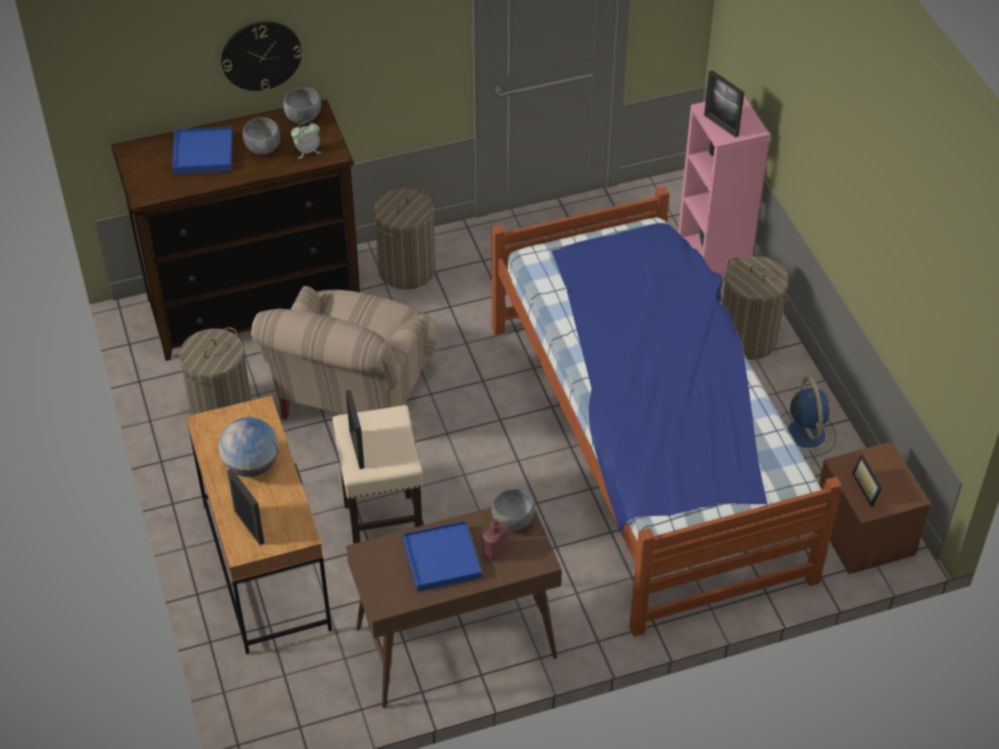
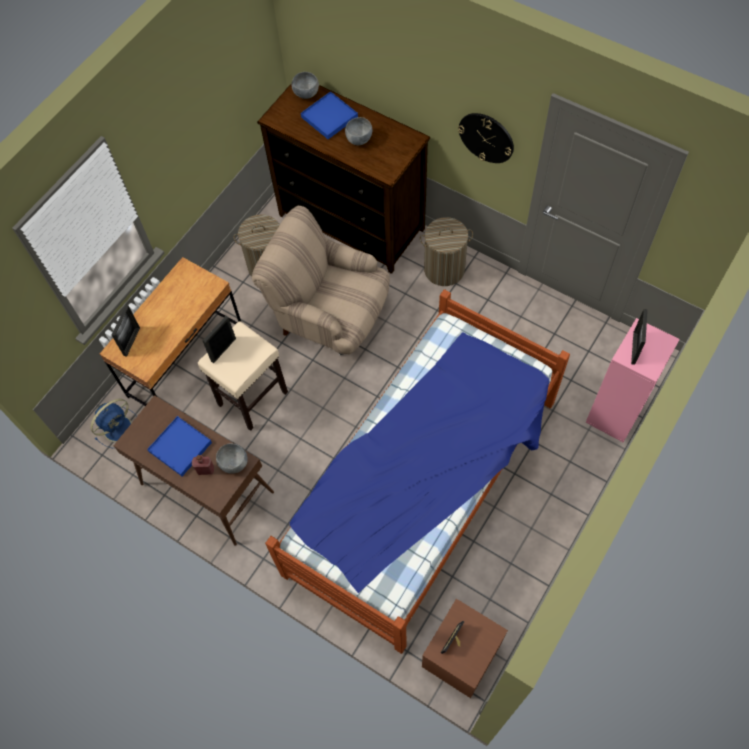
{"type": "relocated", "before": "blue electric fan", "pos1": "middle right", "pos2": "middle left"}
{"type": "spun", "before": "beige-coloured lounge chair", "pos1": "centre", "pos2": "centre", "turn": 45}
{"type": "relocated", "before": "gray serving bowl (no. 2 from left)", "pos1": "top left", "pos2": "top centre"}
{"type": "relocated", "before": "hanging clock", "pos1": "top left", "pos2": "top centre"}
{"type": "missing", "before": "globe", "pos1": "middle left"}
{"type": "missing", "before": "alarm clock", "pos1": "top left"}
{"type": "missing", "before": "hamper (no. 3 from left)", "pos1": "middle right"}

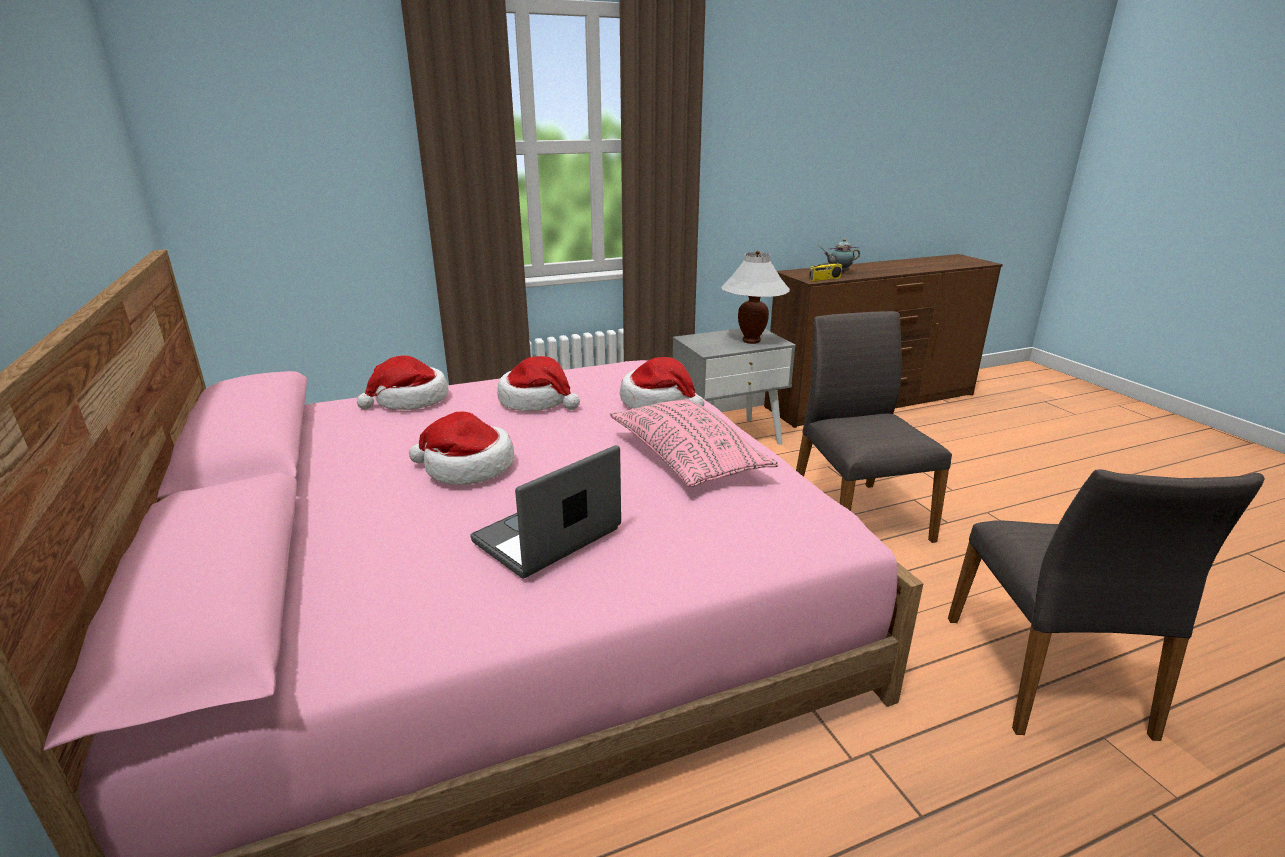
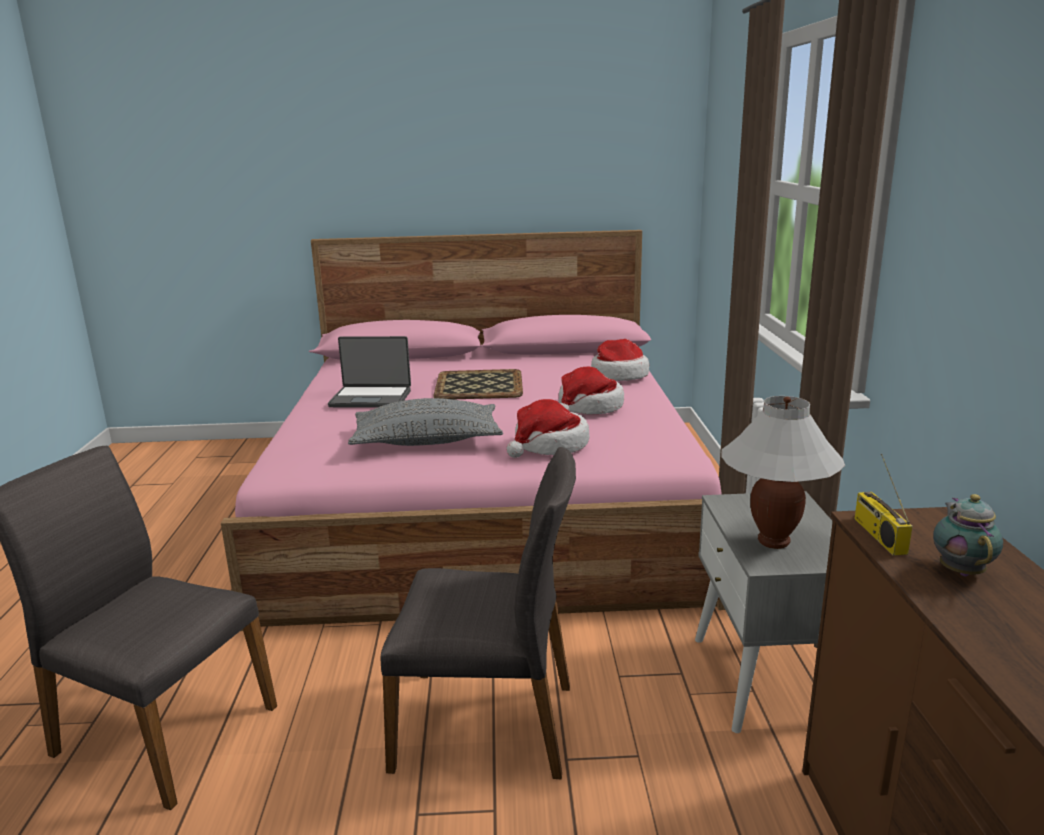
{"type": "spun", "before": "notebook computer", "pos1": "centre", "pos2": "centre", "turn": 120}
{"type": "colour", "before": "pinkish pillow", "after": "gray pillow", "pos1": "centre", "pos2": "centre"}
{"type": "exchanged", "before": "wearable hat (no. 2 from left)", "after": "tray", "pos1": "centre", "pos2": "centre"}

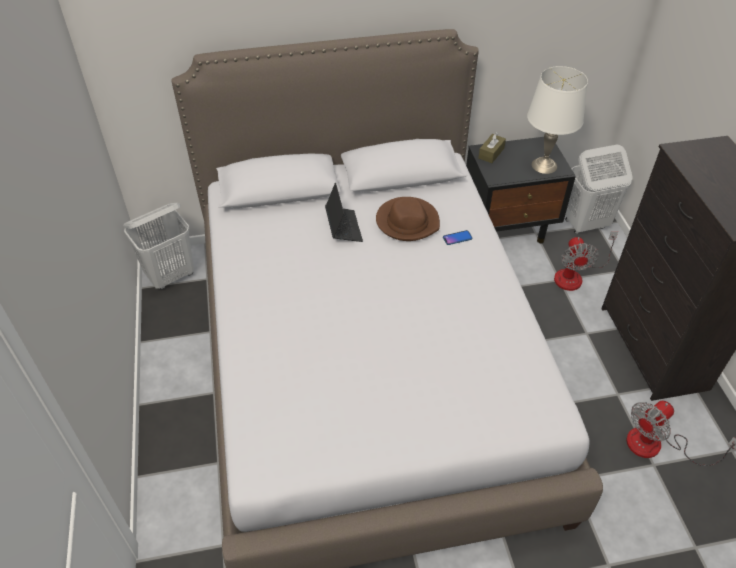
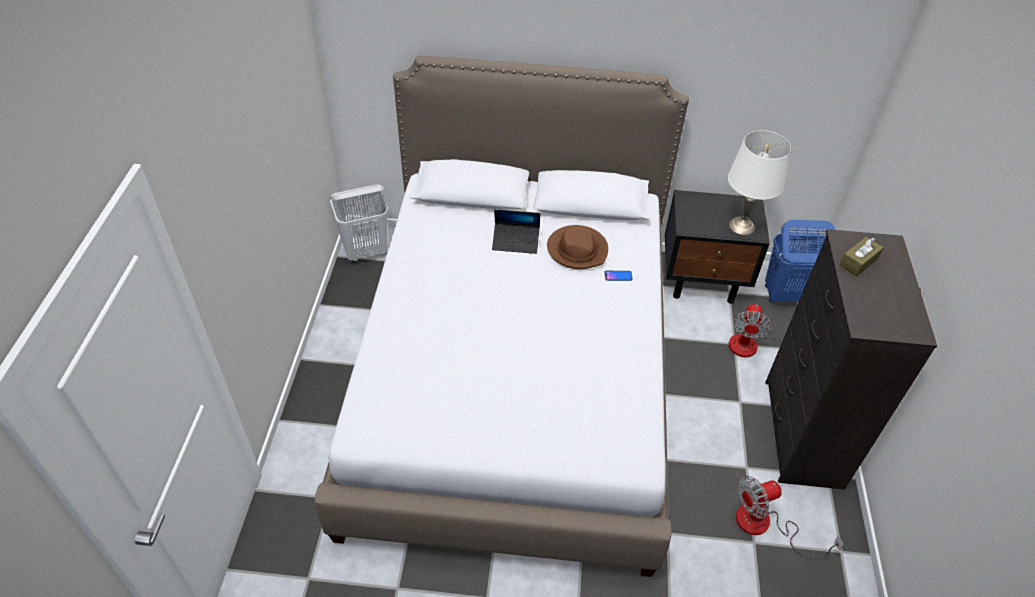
{"type": "spun", "before": "notebook computer", "pos1": "centre", "pos2": "centre", "turn": 90}
{"type": "colour", "before": "white hamper (no. 2 from left)", "after": "blue hamper", "pos1": "top right", "pos2": "middle right"}
{"type": "relocated", "before": "brownish box of tissues", "pos1": "top right", "pos2": "middle right"}

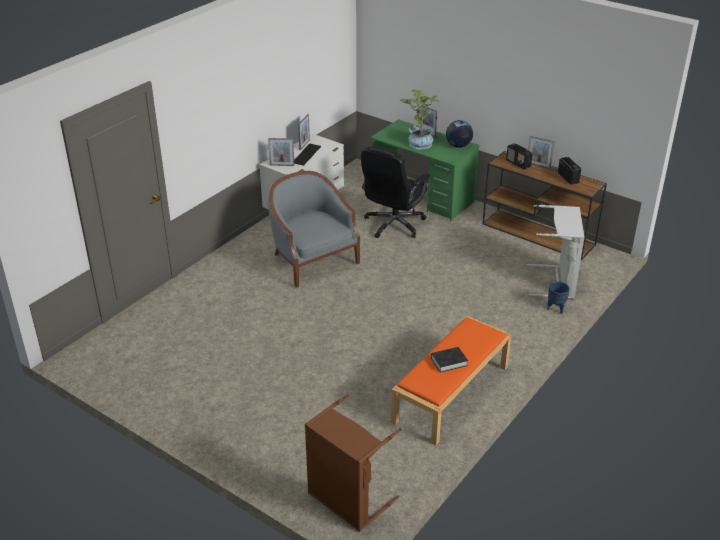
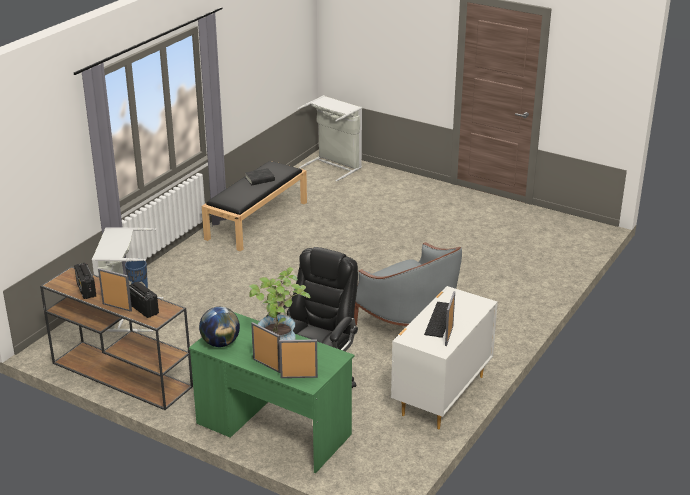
{"type": "colour", "before": "orangey indoor bench", "after": "blackish indoor bench", "pos1": "bottom centre", "pos2": "centre"}
{"type": "relocated", "before": "standing frame (no. 1 from left in the first image)", "after": "standing frame (no. 3 from left)", "pos1": "top centre", "pos2": "bottom centre"}
{"type": "colour", "before": "brownish hamper", "after": "gray hamper (no. 2 from left)", "pos1": "bottom centre", "pos2": "top centre"}

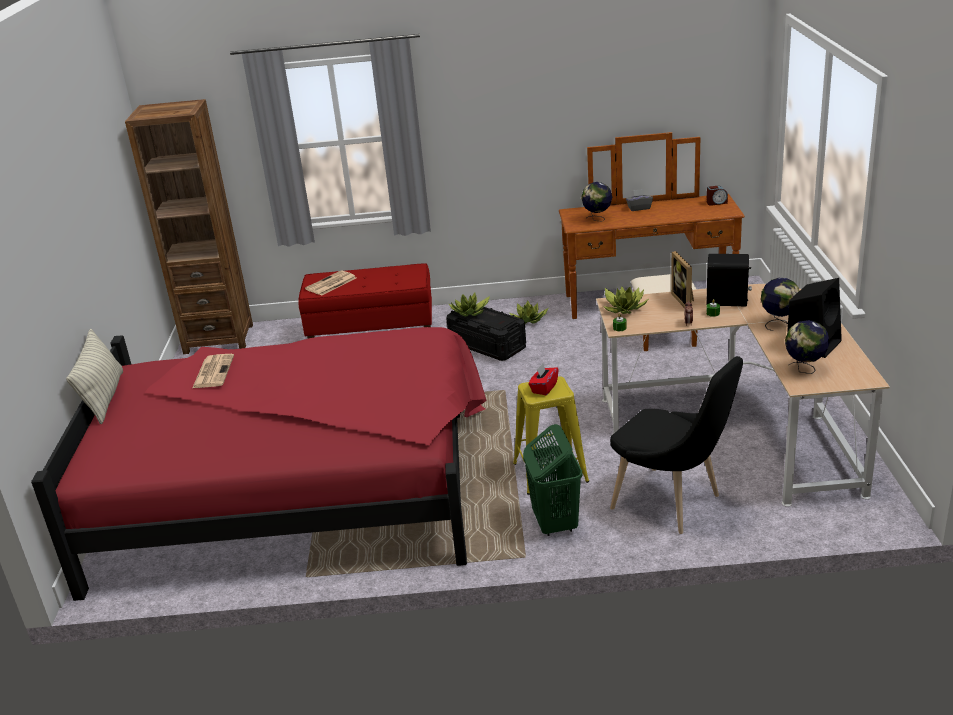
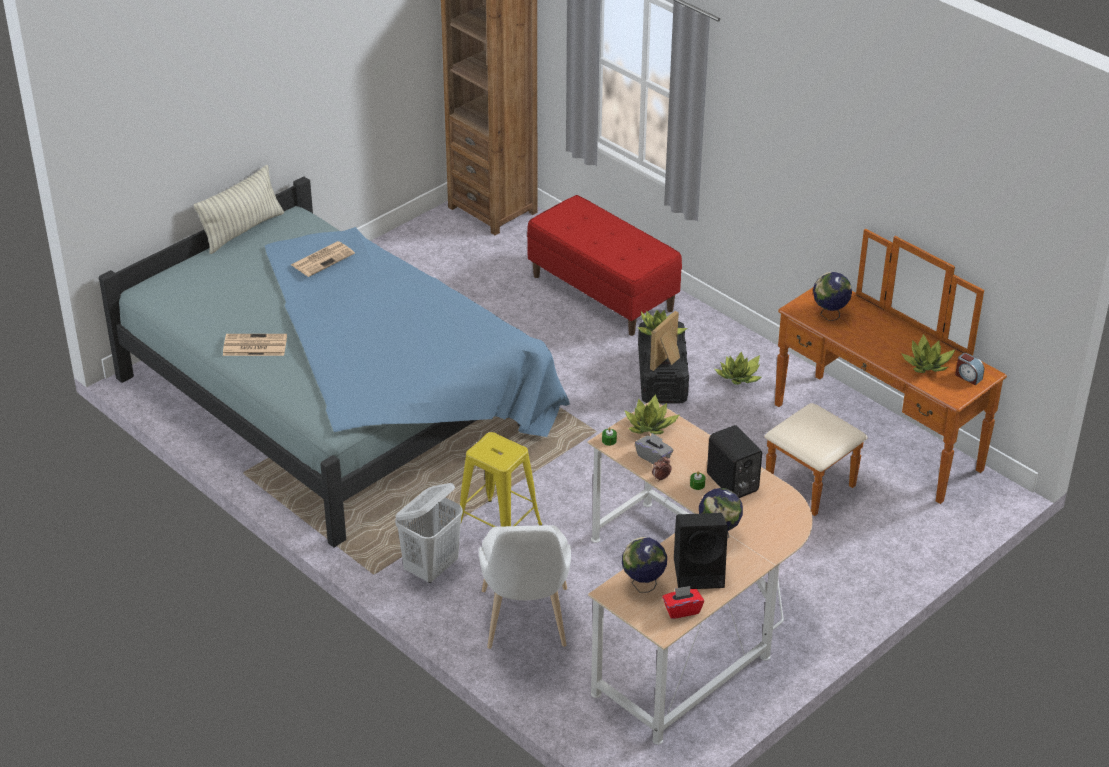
{"type": "colour", "before": "reddish bedroom bed", "after": "blue bedroom bed", "pos1": "middle left", "pos2": "middle left"}
{"type": "relocated", "before": "newspaper (no. 2 from left in the first image)", "after": "newspaper (no. 1 from left)", "pos1": "centre", "pos2": "middle left"}
{"type": "colour", "before": "green-coloured hamper", "after": "white hamper", "pos1": "bottom centre", "pos2": "bottom centre"}
{"type": "colour", "before": "blackish plain chair", "after": "white plain chair", "pos1": "middle right", "pos2": "bottom centre"}
{"type": "relocated", "before": "gray box of tissues", "pos1": "top right", "pos2": "centre"}
{"type": "relocated", "before": "standing frame", "pos1": "middle right", "pos2": "centre"}
{"type": "relocated", "before": "reddish box of tissues", "pos1": "centre", "pos2": "bottom centre"}
{"type": "appeared", "after": "potted plant (no. 4 from left)", "pos2": "middle right"}

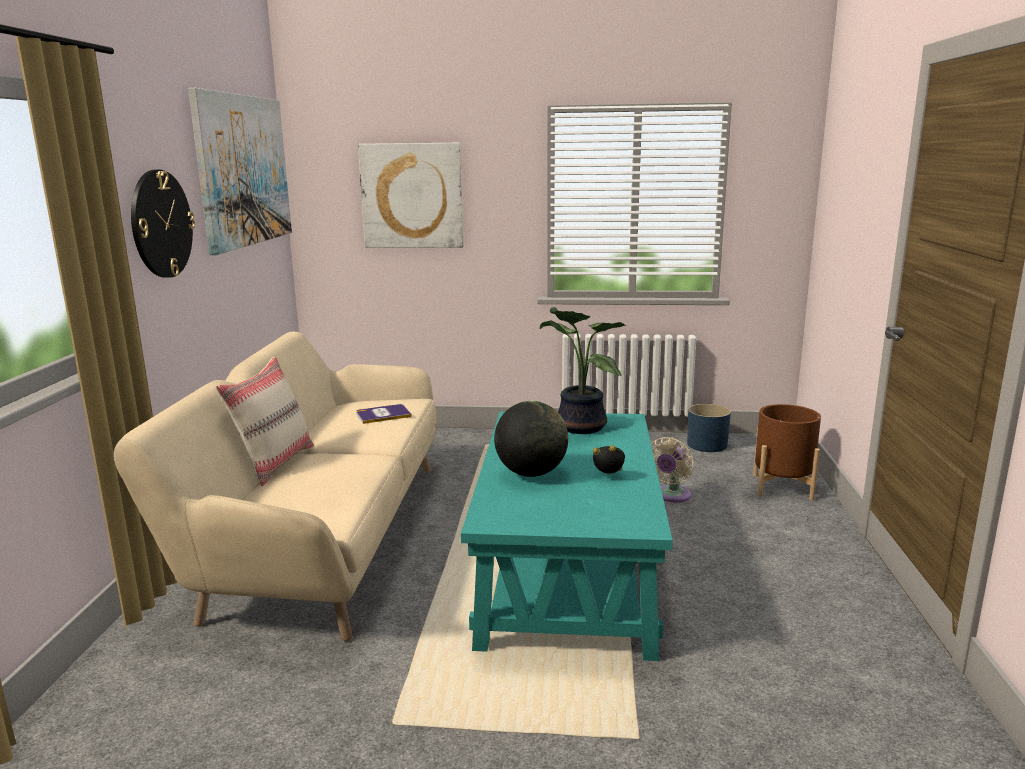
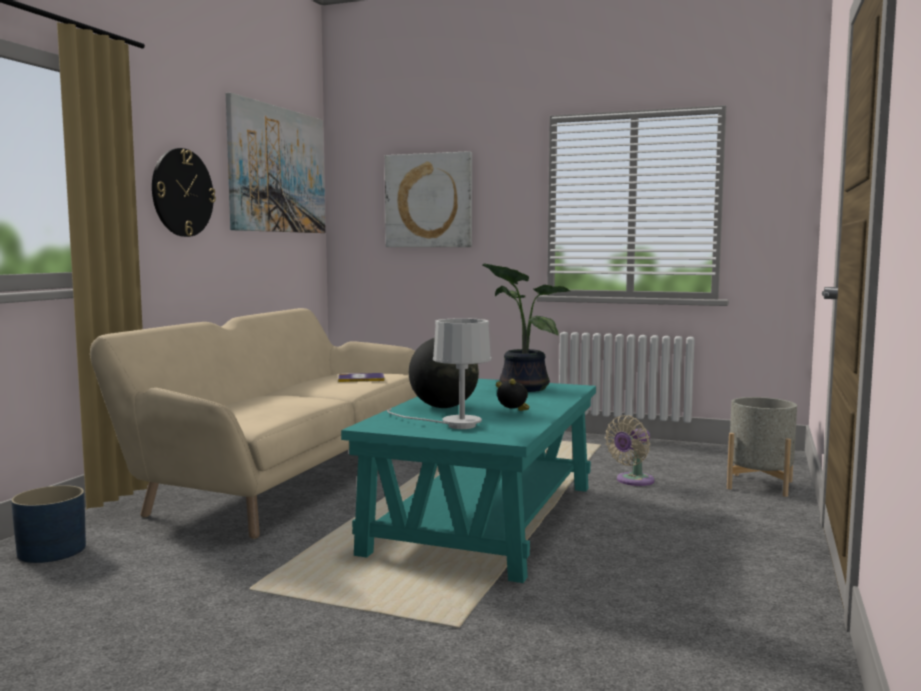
{"type": "relocated", "before": "blue planter", "pos1": "middle right", "pos2": "bottom left"}
{"type": "appeared", "after": "white tabletop lamp", "pos2": "centre"}
{"type": "colour", "before": "brownish planter", "after": "gray planter", "pos1": "middle right", "pos2": "middle right"}
{"type": "missing", "before": "beige-coloured pillow", "pos1": "middle left"}

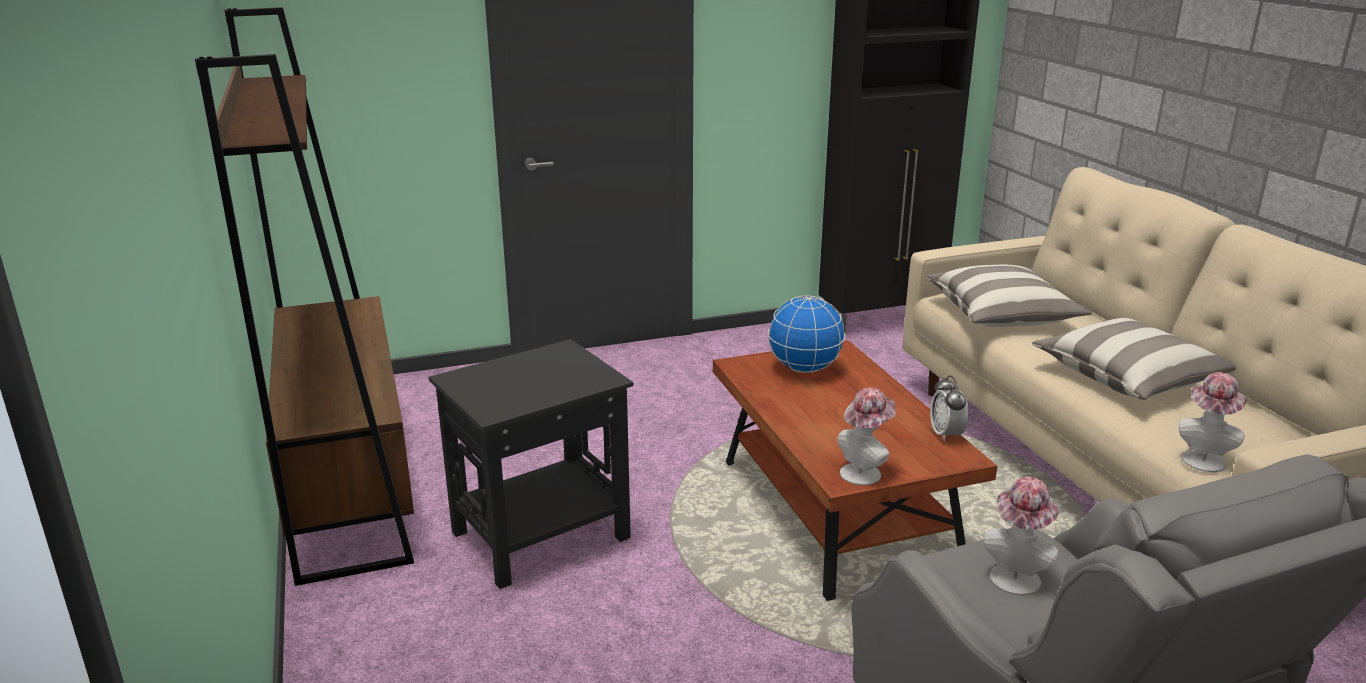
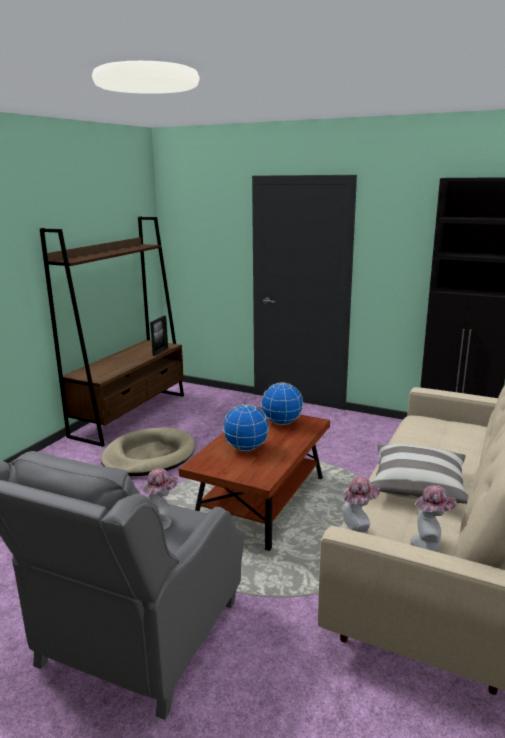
{"type": "exchanged", "before": "blackish accent table", "after": "beige-coloured dog cushion", "pos1": "bottom centre", "pos2": "middle left"}
{"type": "appeared", "after": "standing frame", "pos2": "middle left"}
{"type": "appeared", "after": "globe (no. 1 from left)", "pos2": "centre"}
{"type": "relocated", "before": "wearable hat (no. 1 from left in the first image)", "after": "wearable hat (no. 3 from left)", "pos1": "centre", "pos2": "bottom right"}
{"type": "missing", "before": "pillow (no. 1 from left)", "pos1": "middle right"}
{"type": "missing", "before": "alarm clock", "pos1": "middle right"}

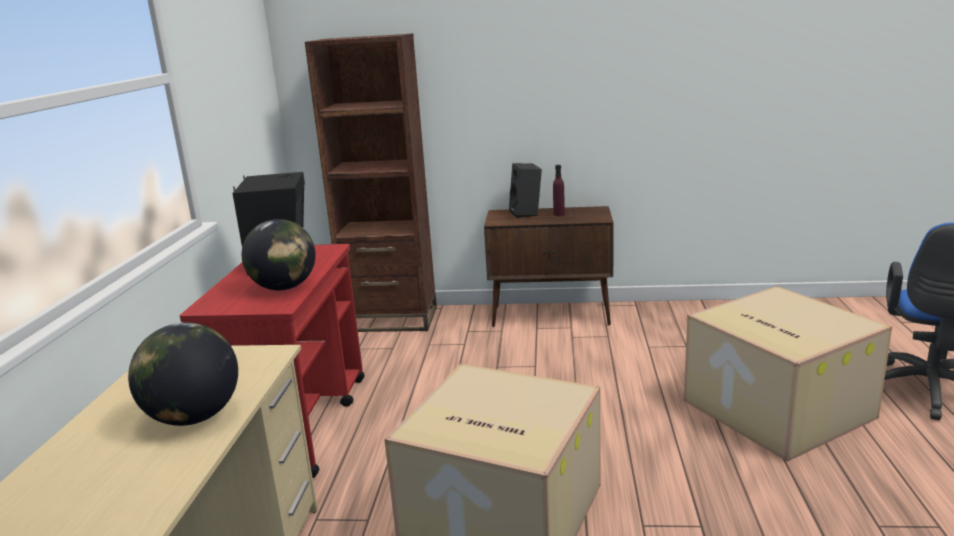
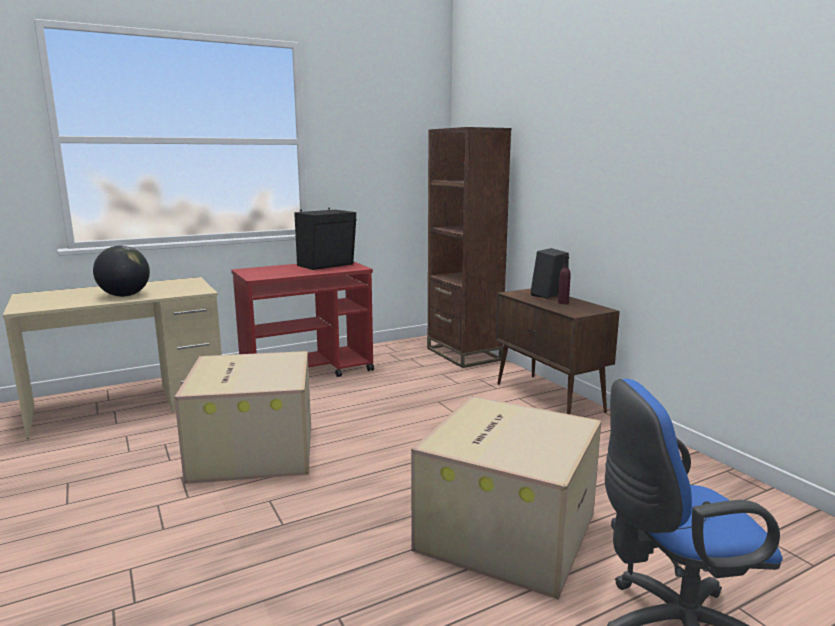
{"type": "missing", "before": "globe (no. 2 from left)", "pos1": "middle left"}

